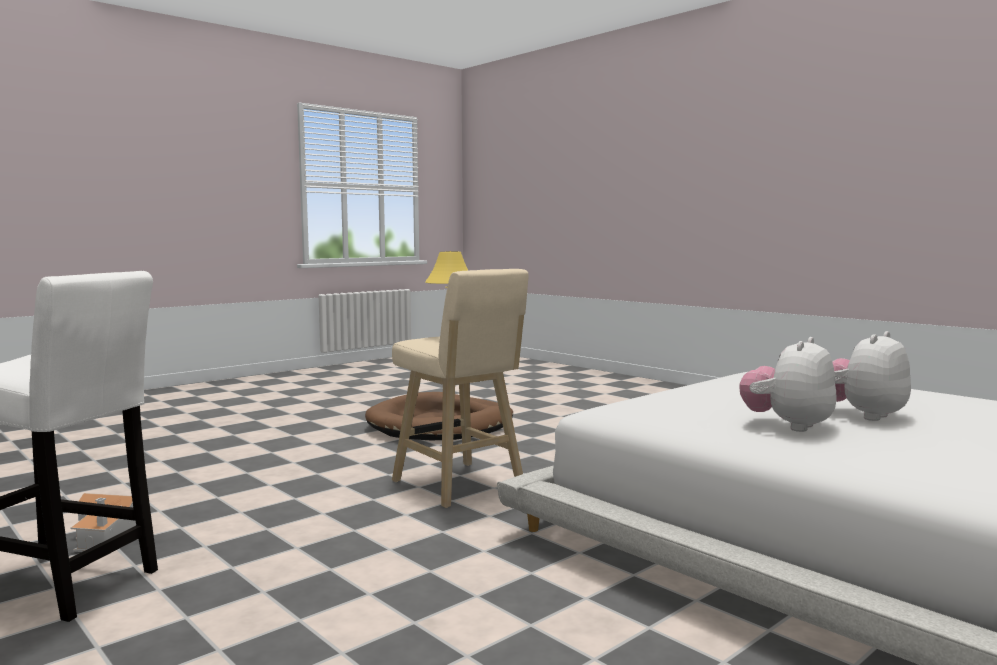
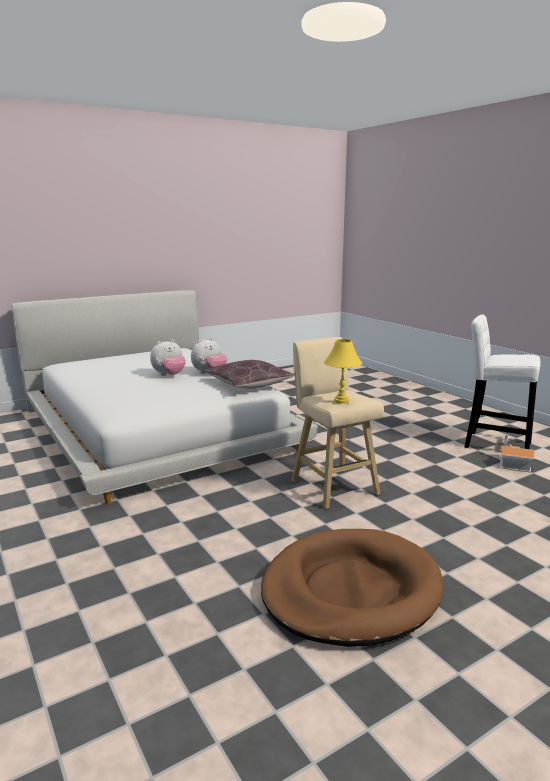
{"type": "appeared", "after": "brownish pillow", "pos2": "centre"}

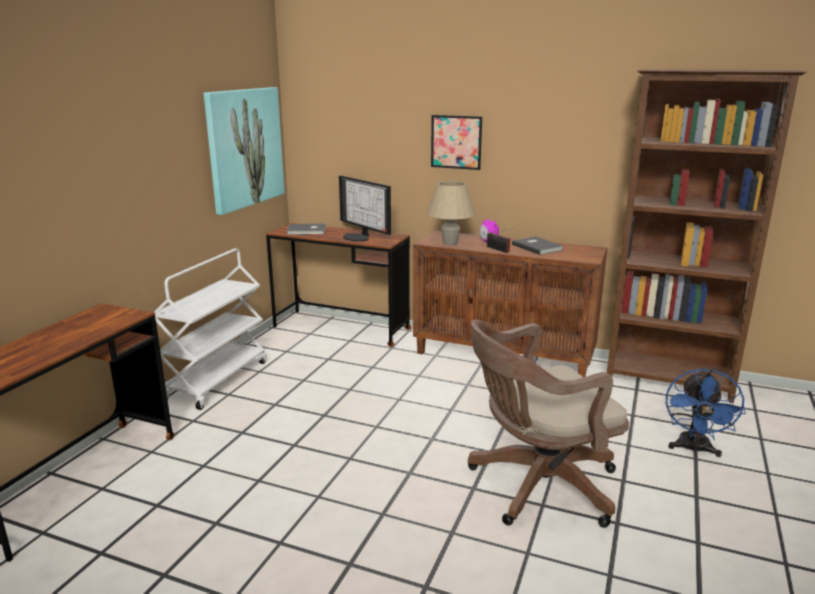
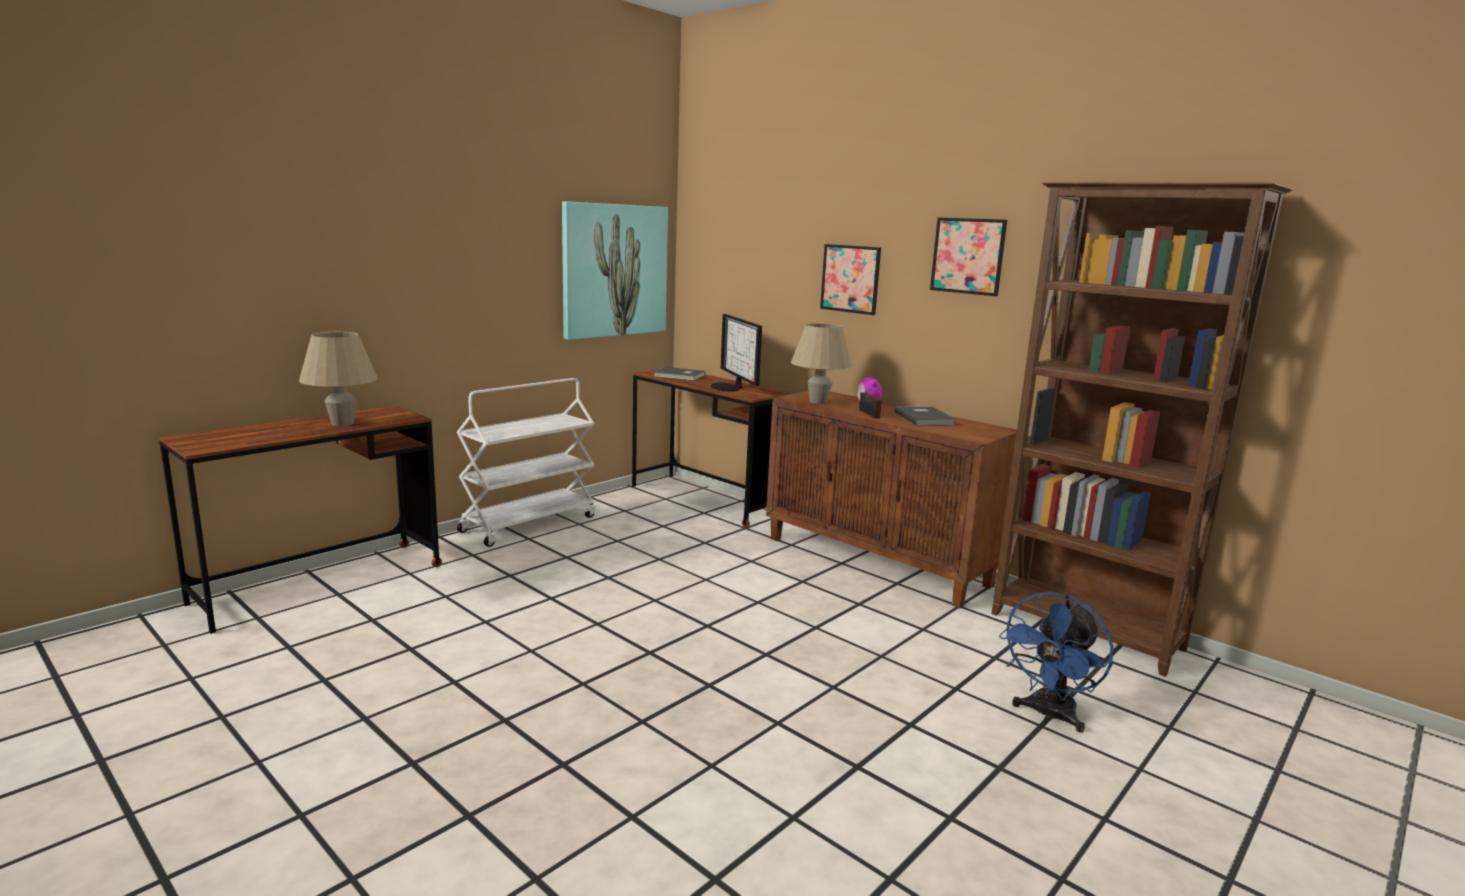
{"type": "appeared", "after": "beige-coloured tabletop lamp (no. 1 from left)", "pos2": "middle left"}
{"type": "appeared", "after": "picture (no. 3 from left)", "pos2": "top centre"}
{"type": "missing", "before": "brownish desk chair", "pos1": "bottom right"}

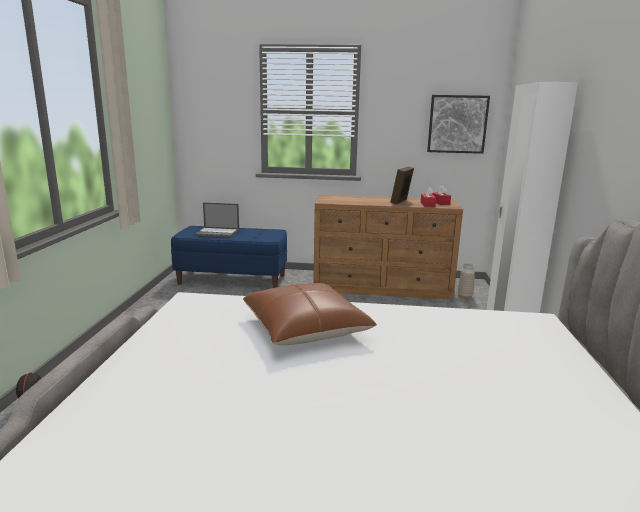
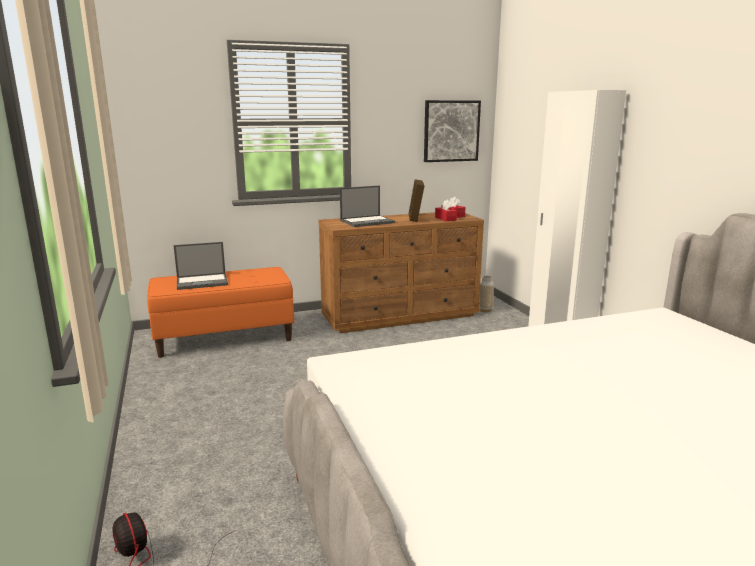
{"type": "colour", "before": "blue indoor bench", "after": "orangey indoor bench", "pos1": "centre", "pos2": "middle left"}
{"type": "appeared", "after": "notebook computer (no. 2 from left)", "pos2": "centre"}
{"type": "missing", "before": "brownish pillow", "pos1": "centre"}

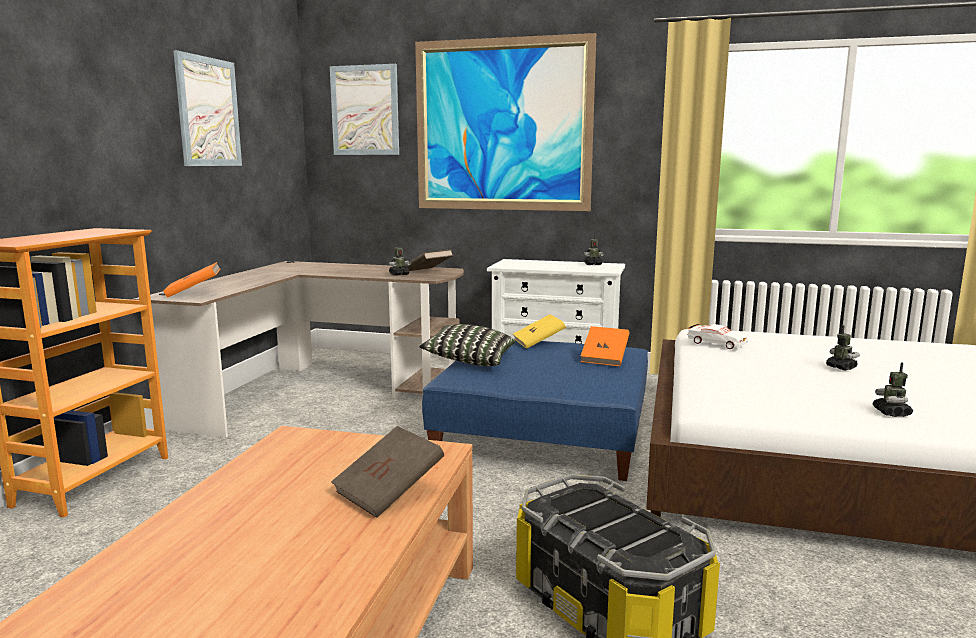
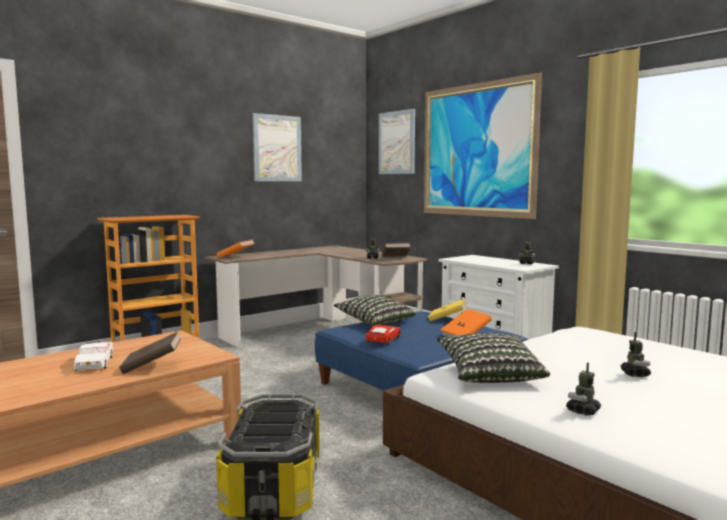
{"type": "relocated", "before": "white toy car", "pos1": "middle right", "pos2": "bottom left"}
{"type": "appeared", "after": "reddish toy car", "pos2": "centre"}
{"type": "appeared", "after": "pillow (no. 2 from left)", "pos2": "bottom right"}

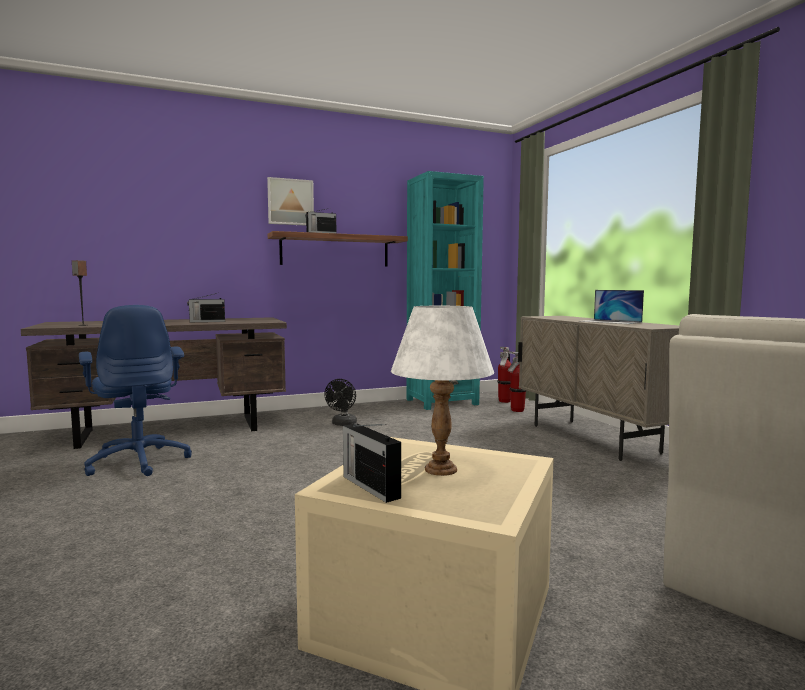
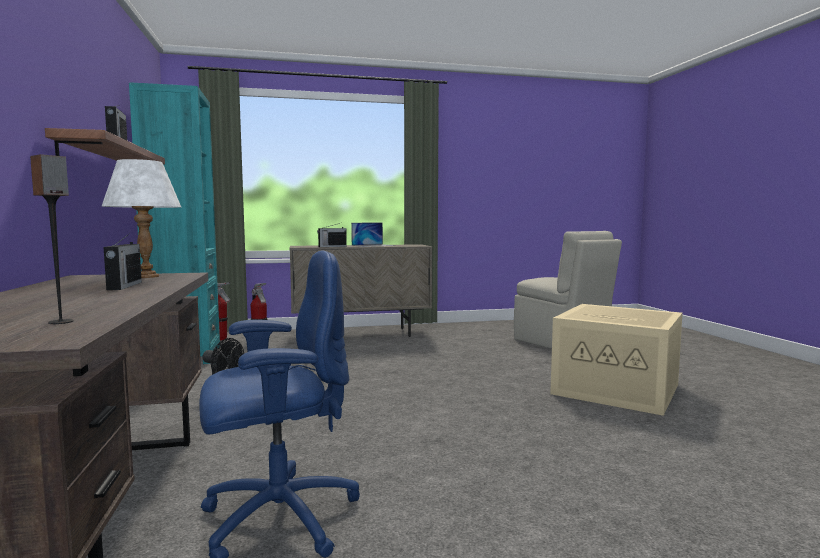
{"type": "relocated", "before": "white tabletop lamp", "pos1": "centre", "pos2": "middle left"}
{"type": "relocated", "before": "radio receiver (no. 3 from left)", "pos1": "bottom centre", "pos2": "centre"}
{"type": "missing", "before": "picture", "pos1": "top centre"}

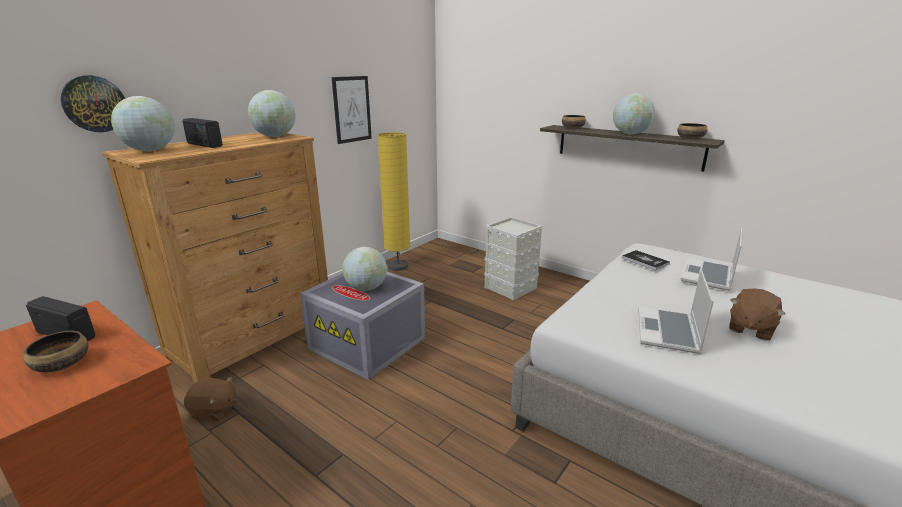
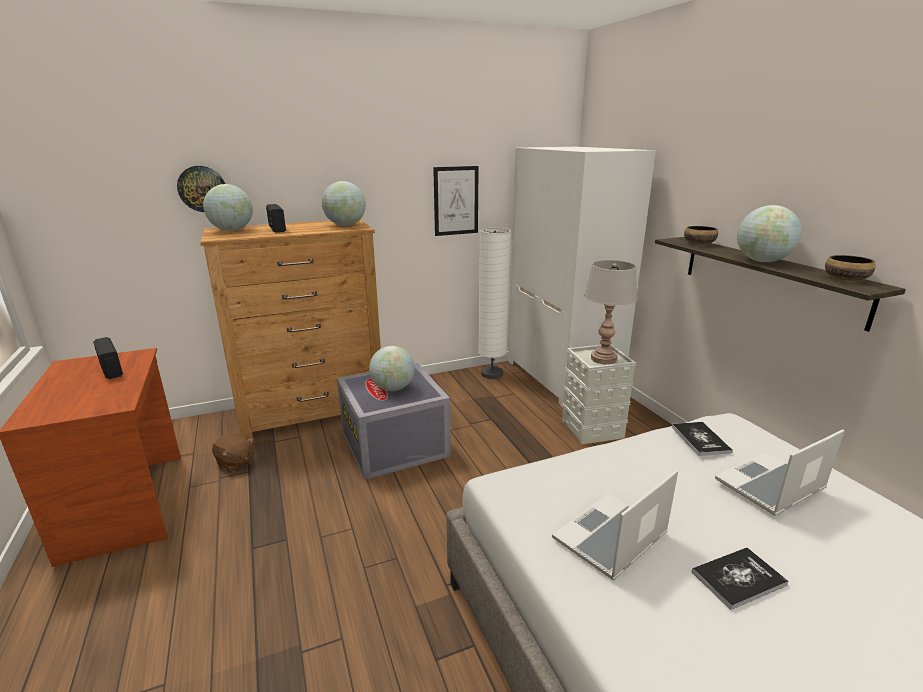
{"type": "colour", "before": "yellowish standard lamp", "after": "white standard lamp", "pos1": "centre", "pos2": "centre"}
{"type": "appeared", "after": "white wardrobe", "pos2": "centre"}
{"type": "appeared", "after": "gray tabletop lamp", "pos2": "centre"}
{"type": "exchanged", "before": "brownish cuddly toy (no. 2 from left)", "after": "bound book (no. 2 from left)", "pos1": "middle right", "pos2": "bottom right"}
{"type": "missing", "before": "serving bowl (no. 1 from left)", "pos1": "bottom left"}

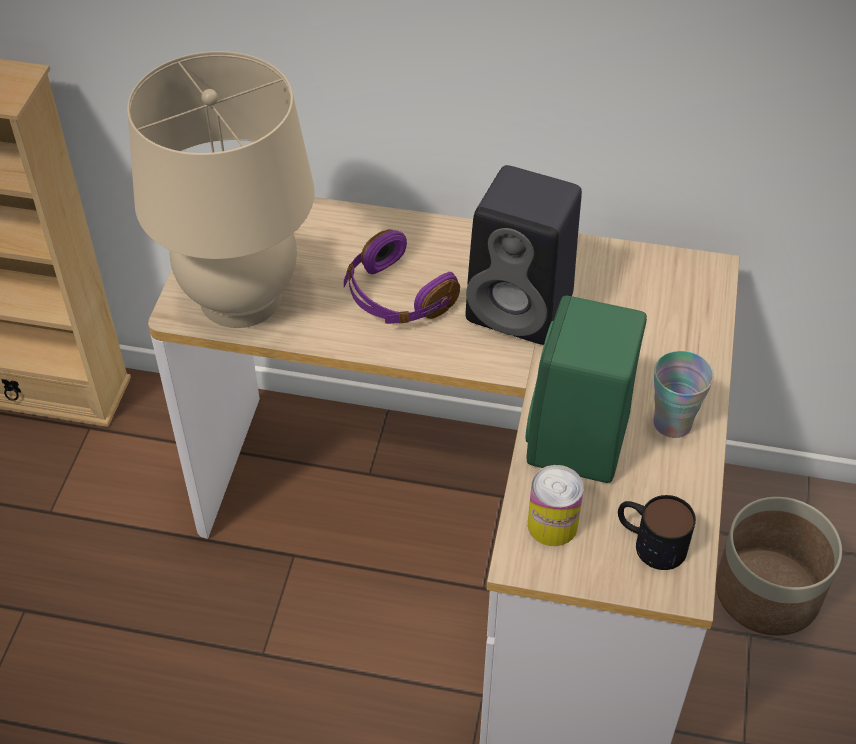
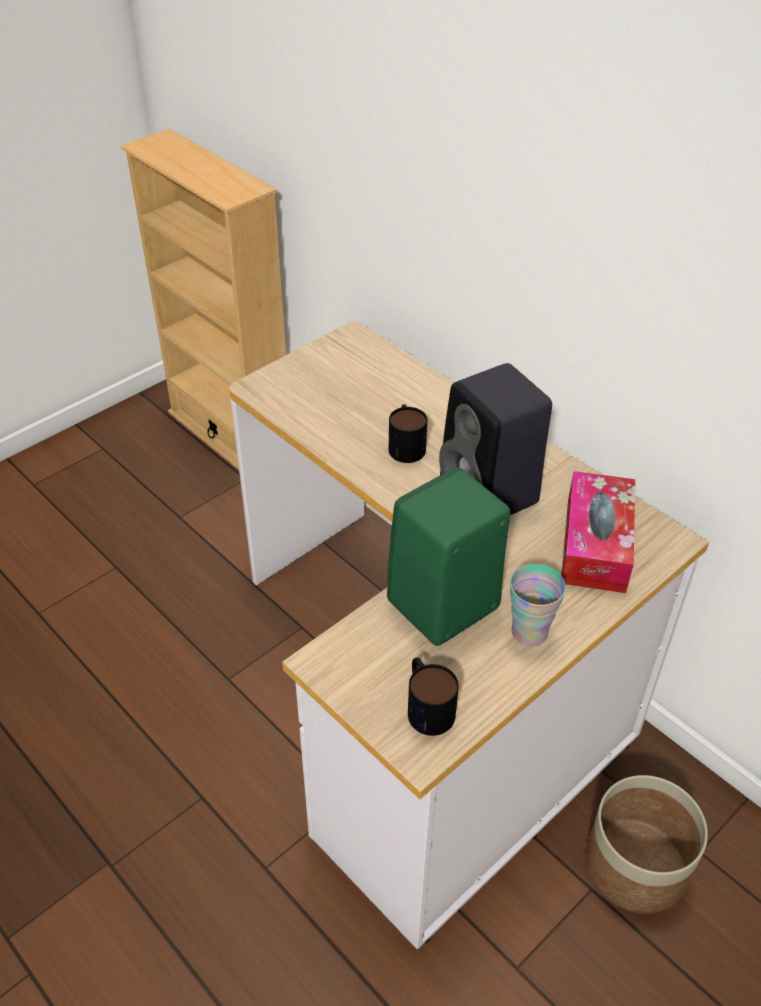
{"type": "exchanged", "before": "purplish headphones", "after": "tea mug (no. 1 from left)", "pos1": "centre", "pos2": "centre"}
{"type": "appeared", "after": "box of tissues", "pos2": "middle right"}
{"type": "missing", "before": "beige-coloured tabletop lamp", "pos1": "top left"}
{"type": "missing", "before": "can", "pos1": "bottom centre"}

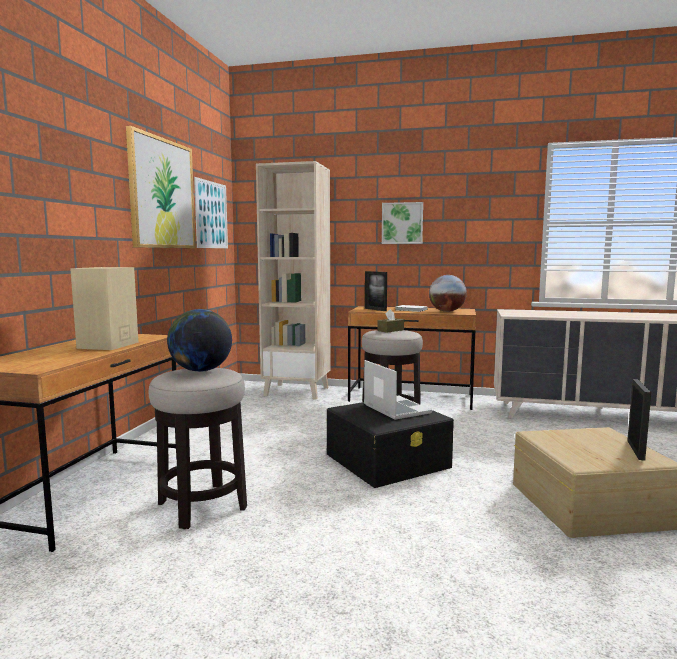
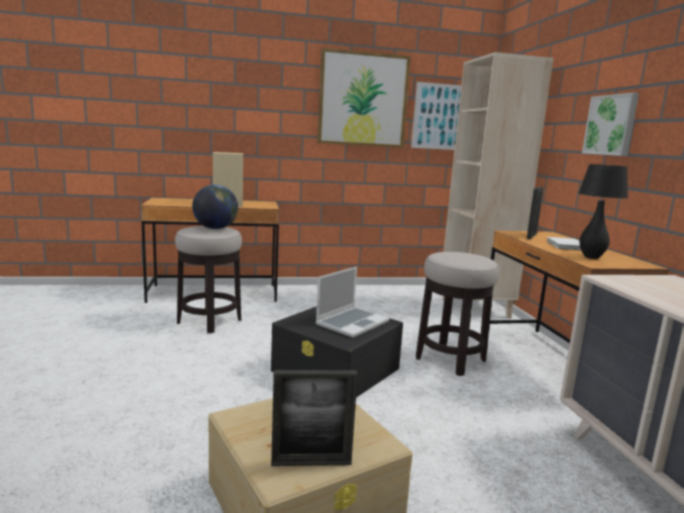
{"type": "exchanged", "before": "globe (no. 2 from left)", "after": "blackish tabletop lamp", "pos1": "centre", "pos2": "middle right"}
{"type": "missing", "before": "brownish box of tissues", "pos1": "centre"}

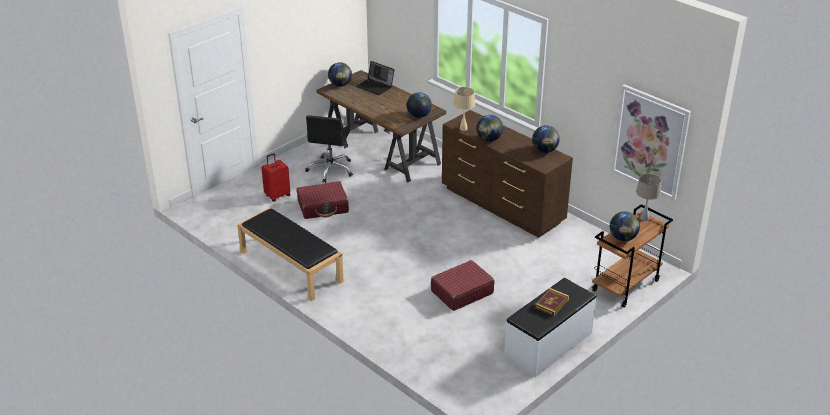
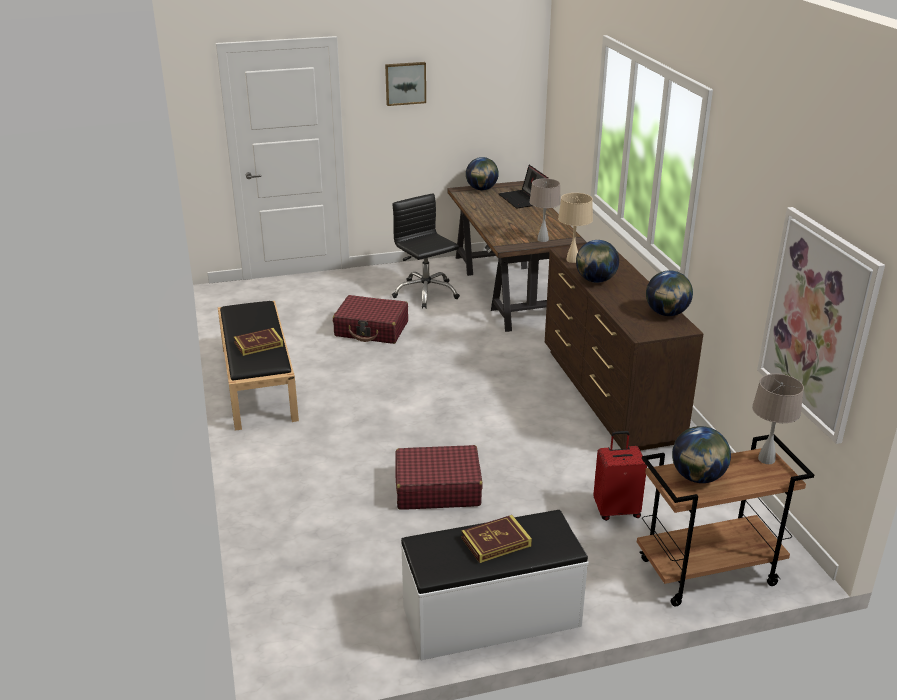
{"type": "appeared", "after": "bound book (no. 1 from left)", "pos2": "middle left"}
{"type": "appeared", "after": "picture (no. 1 from left)", "pos2": "top centre"}
{"type": "spun", "before": "blackish desk chair", "pos1": "centre", "pos2": "centre", "turn": 105}
{"type": "exchanged", "before": "globe (no. 2 from left)", "after": "beige-coloured tabletop lamp (no. 1 from left)", "pos1": "top centre", "pos2": "top centre"}
{"type": "relocated", "before": "reddish piece of luggage (no. 1 from left in the first image)", "after": "reddish piece of luggage (no. 3 from left)", "pos1": "middle left", "pos2": "bottom right"}

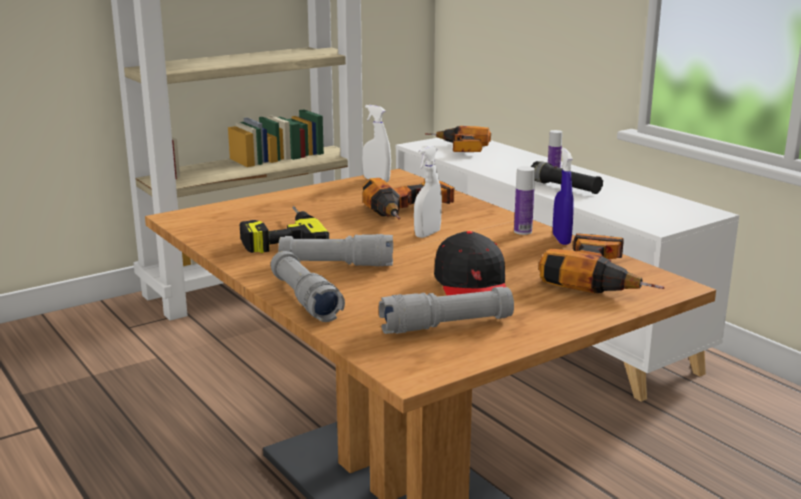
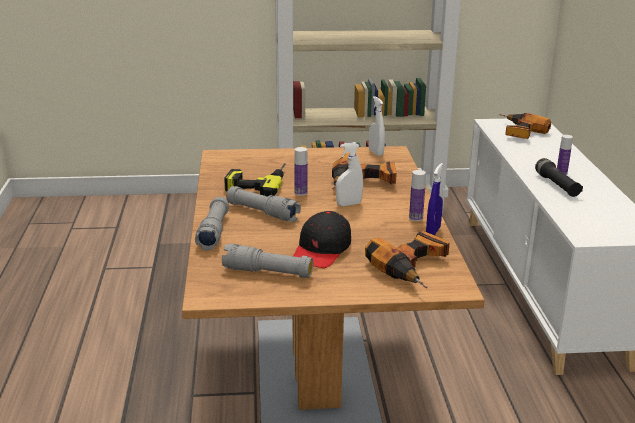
{"type": "appeared", "after": "bottle (no. 1 from left)", "pos2": "centre"}

